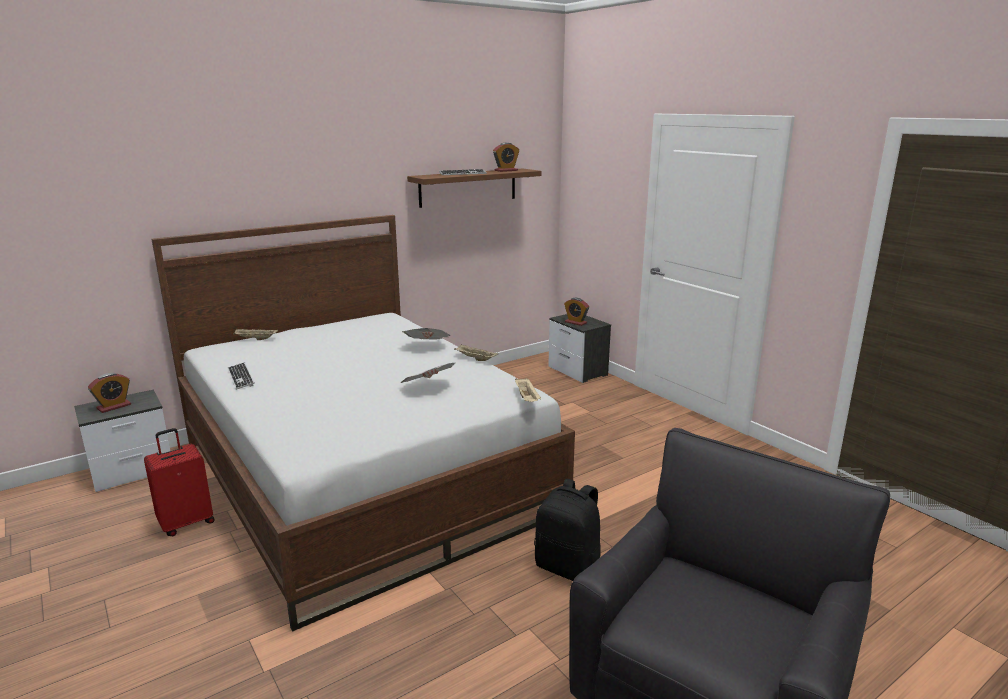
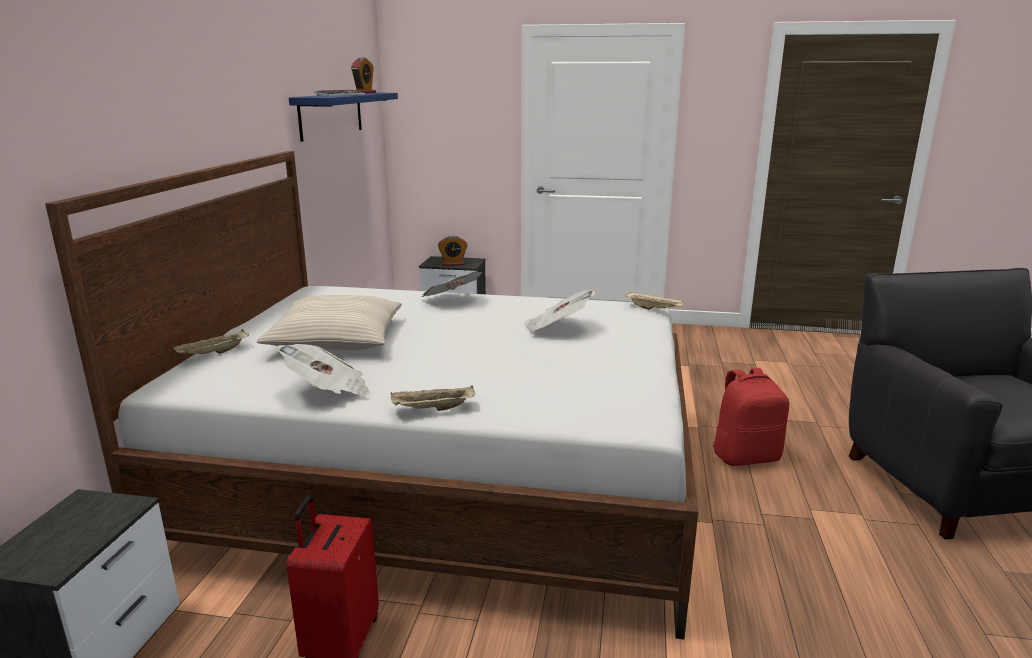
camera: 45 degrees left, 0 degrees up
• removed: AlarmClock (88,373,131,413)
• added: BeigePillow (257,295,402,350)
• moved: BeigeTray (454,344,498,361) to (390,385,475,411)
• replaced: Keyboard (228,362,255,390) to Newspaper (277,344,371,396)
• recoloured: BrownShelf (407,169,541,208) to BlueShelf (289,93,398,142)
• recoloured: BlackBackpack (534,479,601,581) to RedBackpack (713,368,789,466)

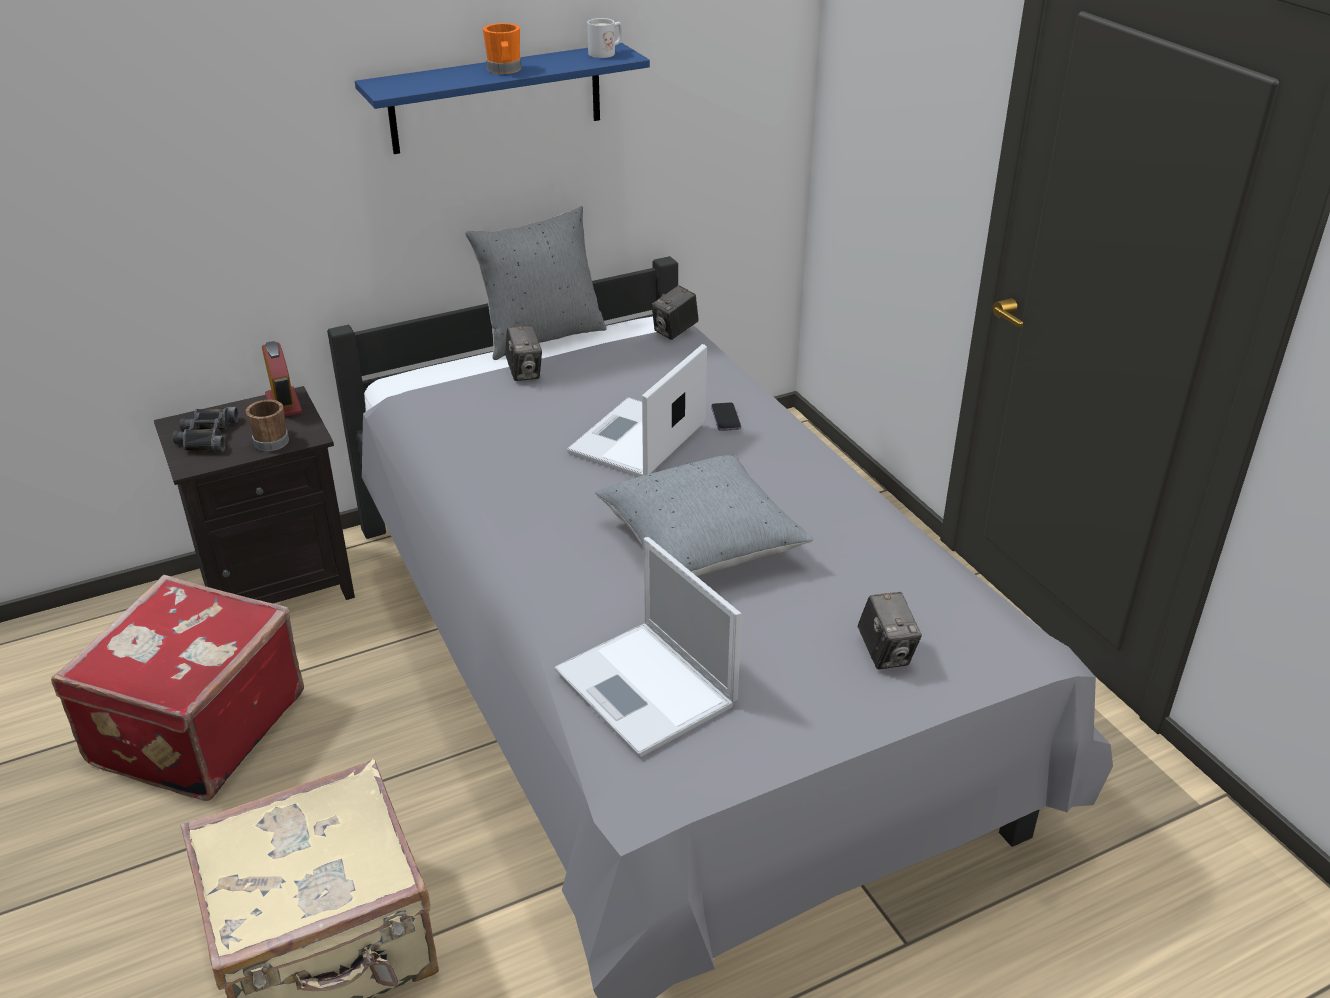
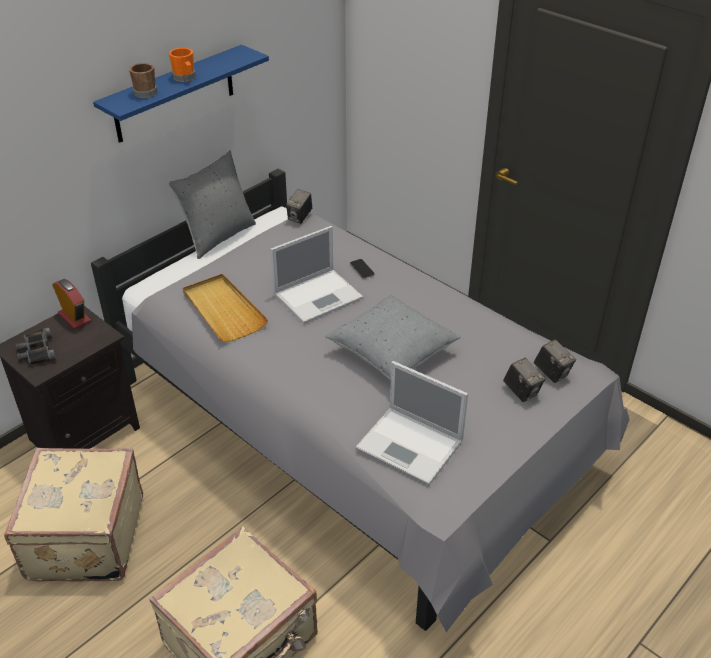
camera: 20 degrees left, 5 degrees up
• removed: WhiteMug (587,18,622,58)
• added: BeigeTray (183,274,268,342)
• moved: BrownMug (245,400,289,451) to (129,63,157,98)
• moved: PhotoCamera (505,325,542,381) to (534,340,576,383)
• recoloured: RedSuitcase (51,575,304,801) to BeigeSuitcase (4,448,143,582)
• turned: Laptop (567,344,707,477) = (270,226,363,324) 135 degrees counterclockwise

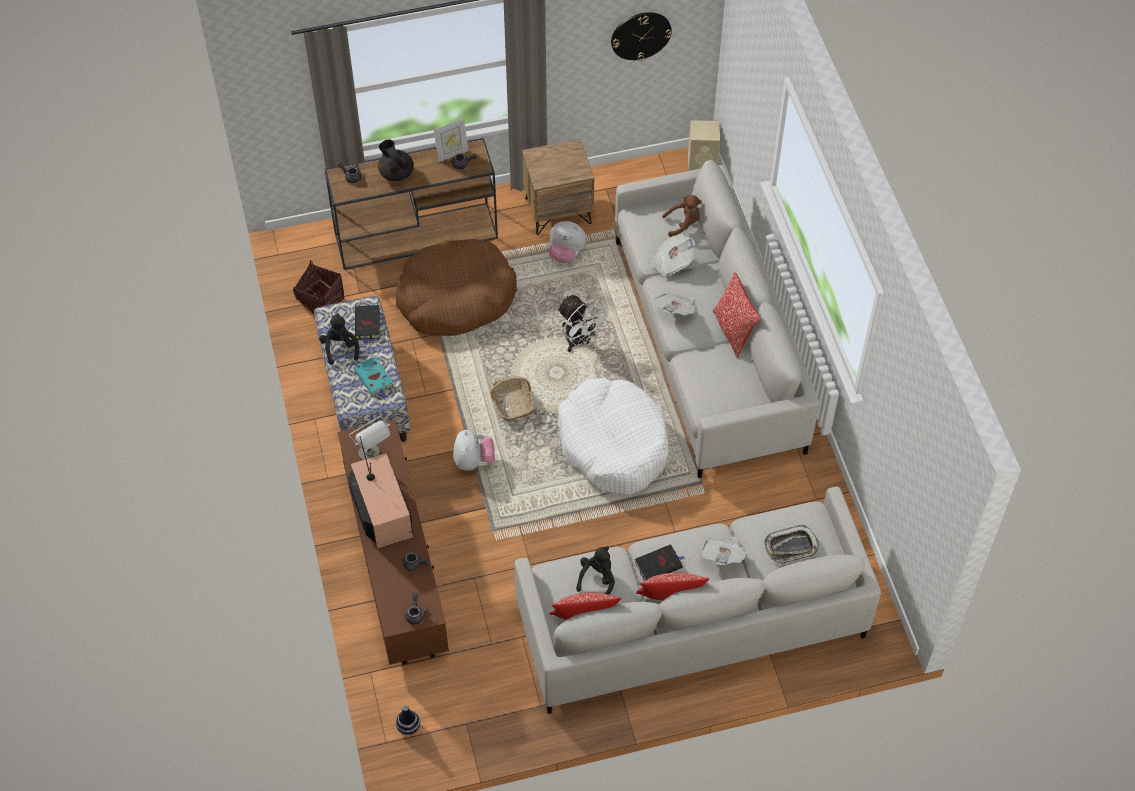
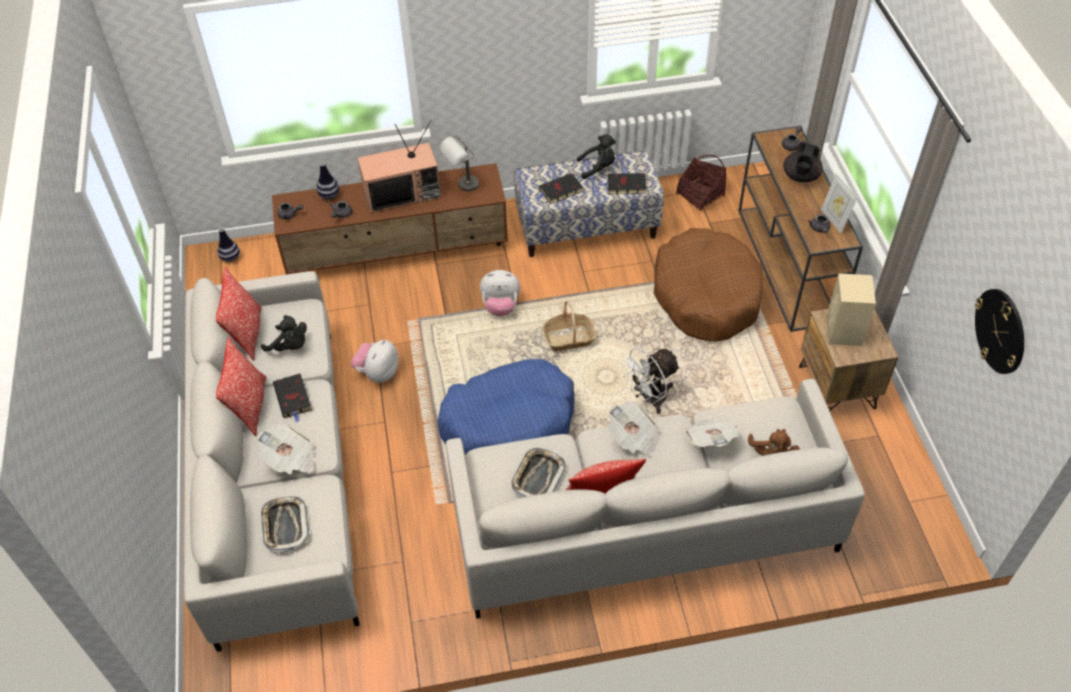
camera: 95 degrees right, 5 degrees down
• added: Vase (316,162,340,199)
• added: Tray (511,448,566,498)
• moved: PlushToy (549,221,587,263) to (351,340,399,382)
• moved: BeigeSpeaker (688,120,720,171) to (826,273,876,346)
• recoloured: TurquoiseBook (353,356,394,398) to BlackBook (536,173,583,204)
• recoloured: WhiteDogBed (558,378,669,495) to BlueDogBed (437,359,575,455)
• turned: BlackTeapot (378,139,414,181) = (783,142,823,182) 135 degrees clockwise

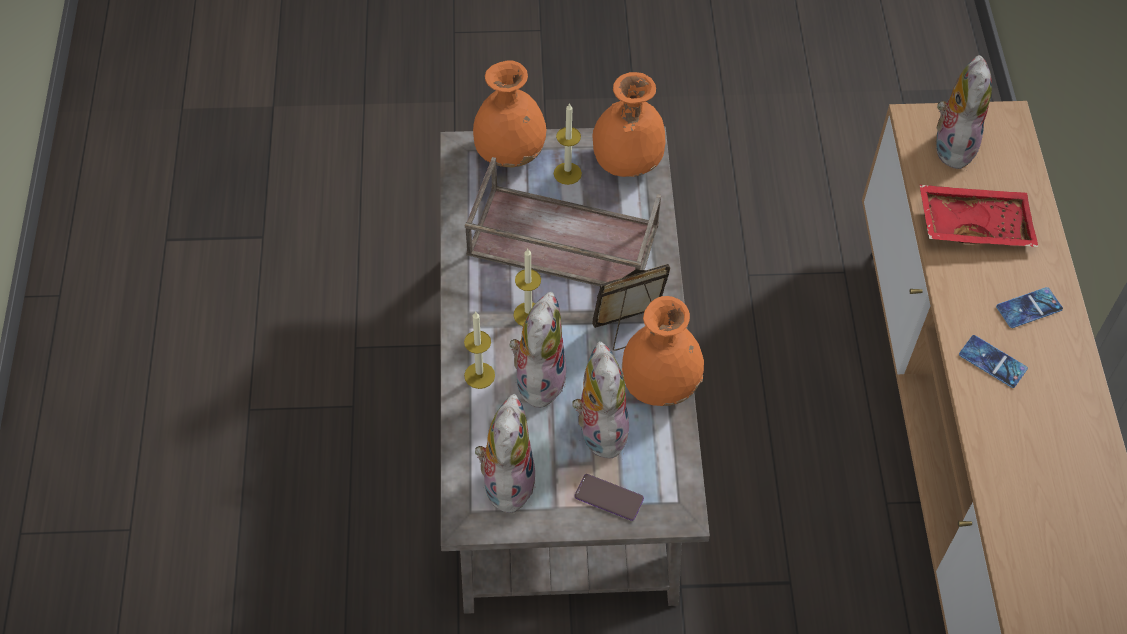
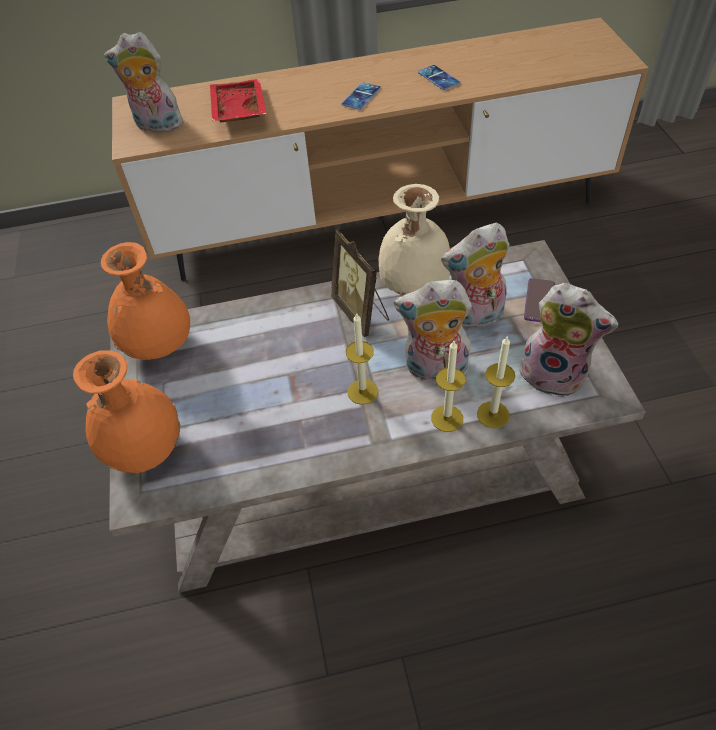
camera: 95 degrees left, 5 degrees down
• removed: BrownTray (465,157,661,286)
• moved: Candle (554,103,582,185) to (477,337,515,428)
• moved: Phone (996,287,1063,328) to (418,65,460,90)
• recoloured: OrangeVase (622,296,704,406) to BeigeVase (379,184,450,295)
• turned: PlushToy (475,394,535,515) = (519,283,618,398) 150 degrees counterclockwise

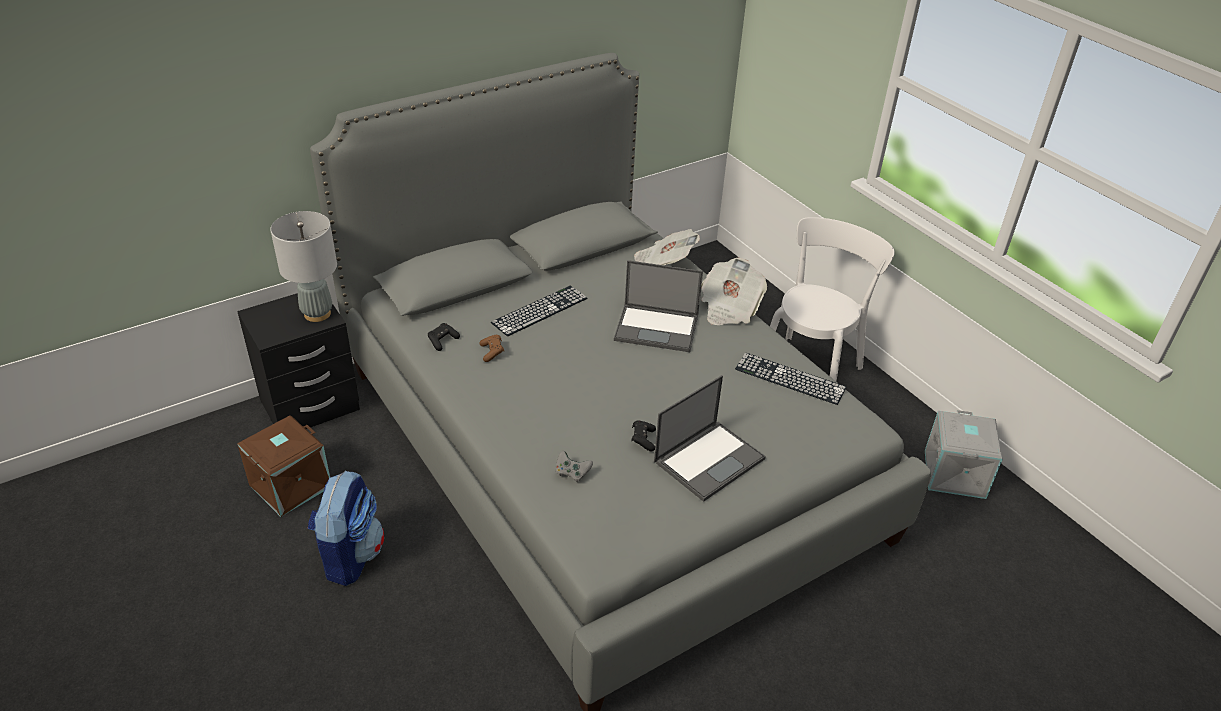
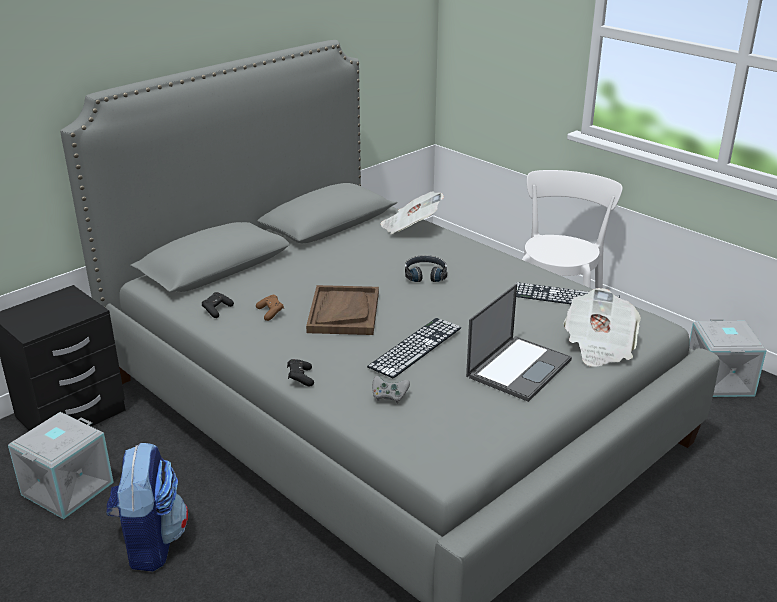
camera: 10 degrees left, 10 degrees down
• removed: GreyTableLamp (270,211,337,322)
• added: BrownTray (306,285,379,335)
• moved: Keyboard (491,286,587,337) to (367,318,461,379)
• moved: BlackGameController (631,421,656,451) to (287,359,314,387)
• moved: Newspaper (701,258,767,325) to (564,288,641,367)
• replaced: Laptop (614,260,703,352) to BlackHeadphones (405,255,447,282)
• recoloured: BrownStorageBox (237,415,330,517) to GreyStorageBox (8,412,114,519)

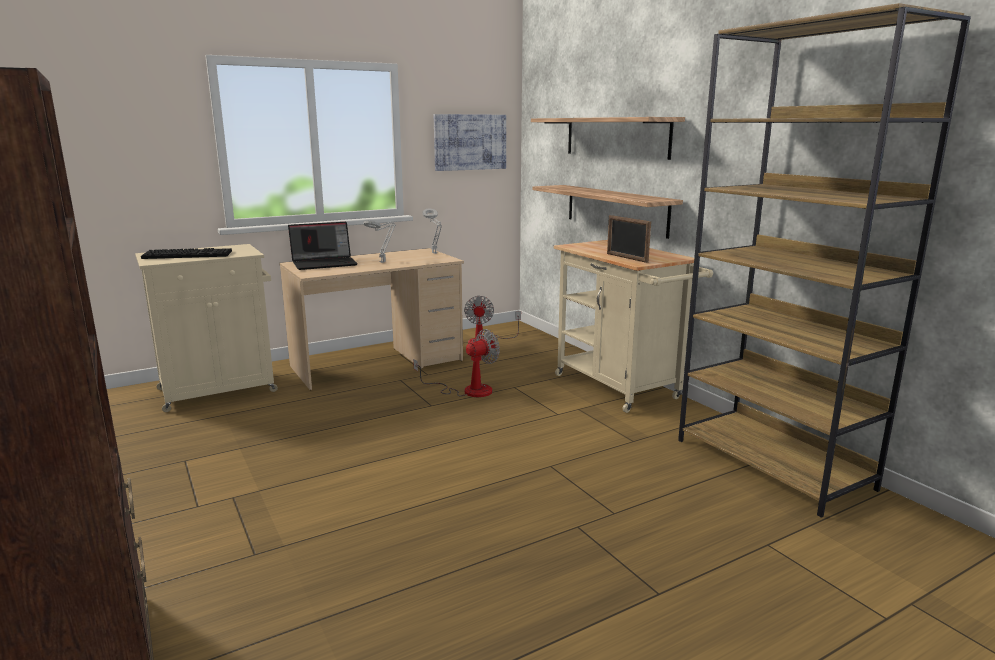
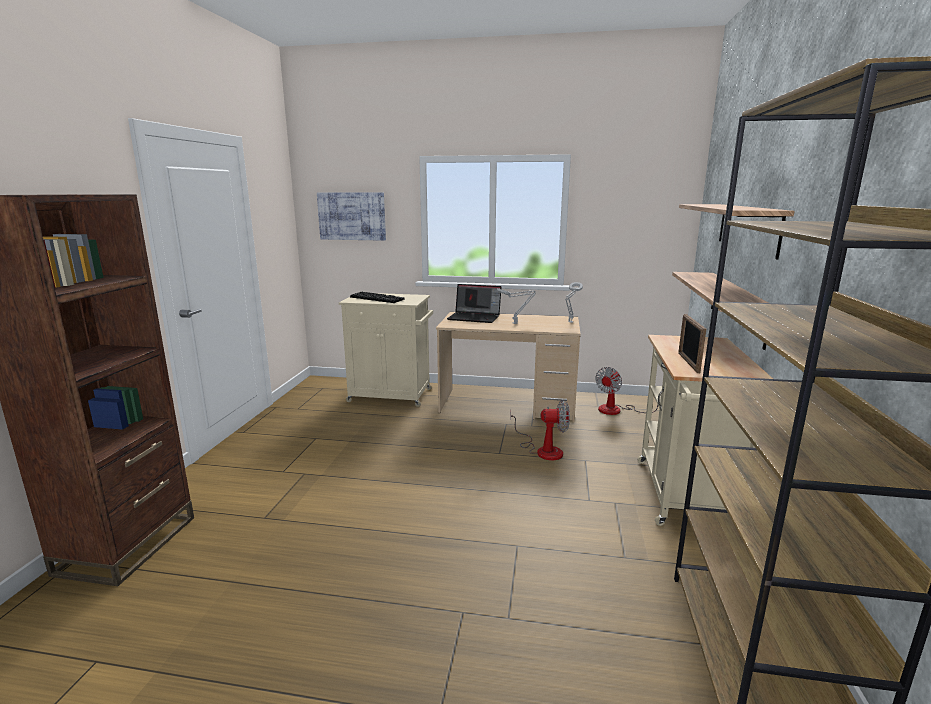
camera: 40 degrees right, 0 degrees up
• moved: Picture (434,114,506,171) to (317,192,386,241)

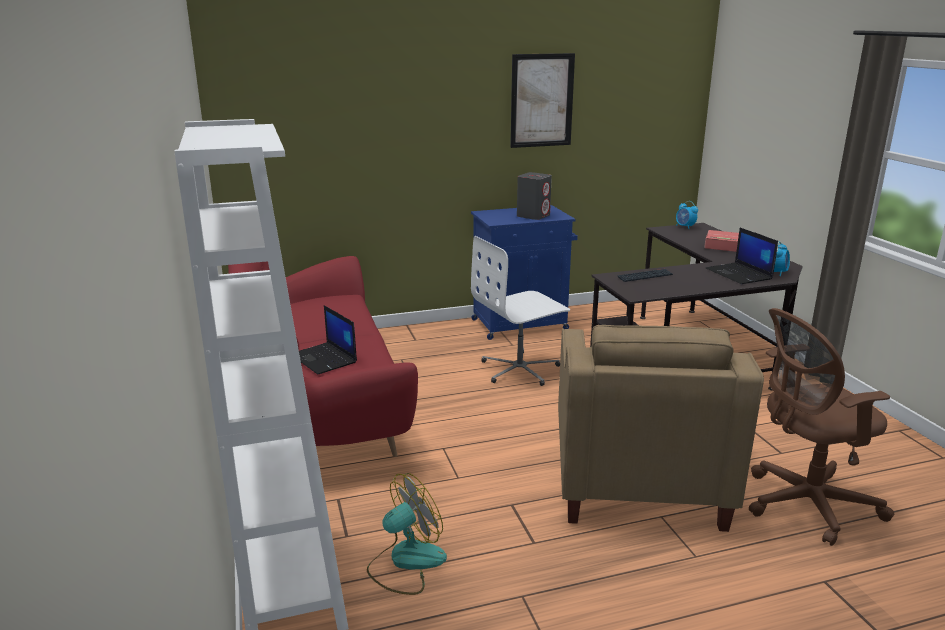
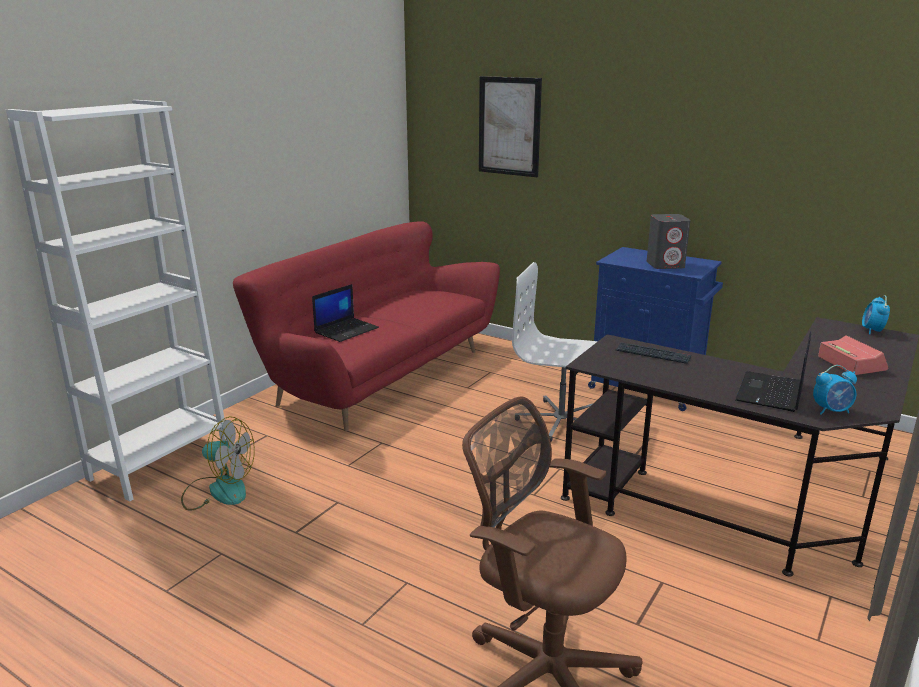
camera: 50 degrees right, 0 degrees up
• removed: BeigeArmchair (558,325,764,532)
• moved: Picture (510,53,575,148) to (479,76,542,177)
• turned: Laptop (299,305,357,375) = (312,284,379,342) 150 degrees counterclockwise

